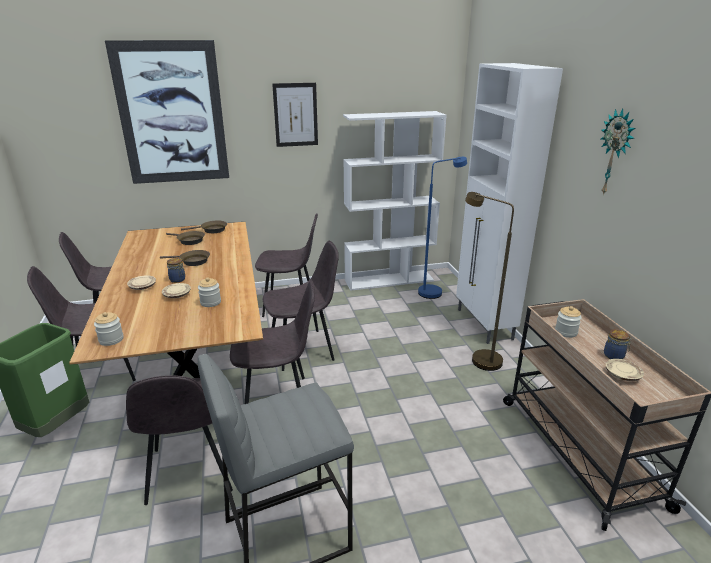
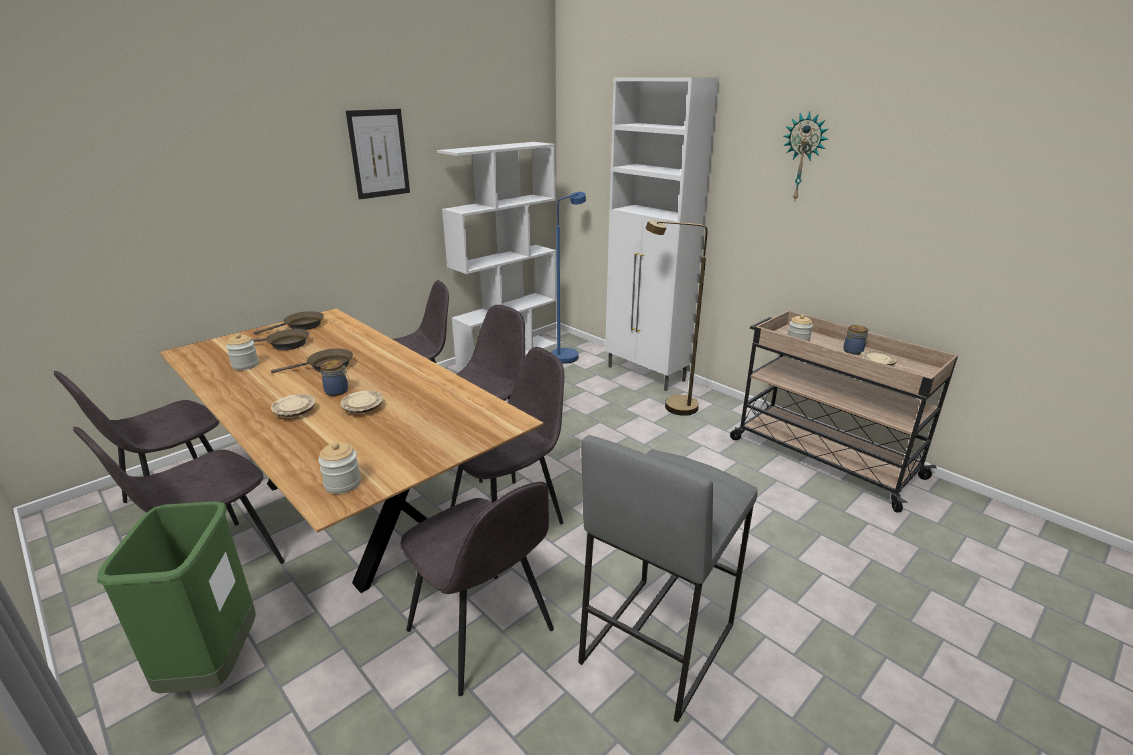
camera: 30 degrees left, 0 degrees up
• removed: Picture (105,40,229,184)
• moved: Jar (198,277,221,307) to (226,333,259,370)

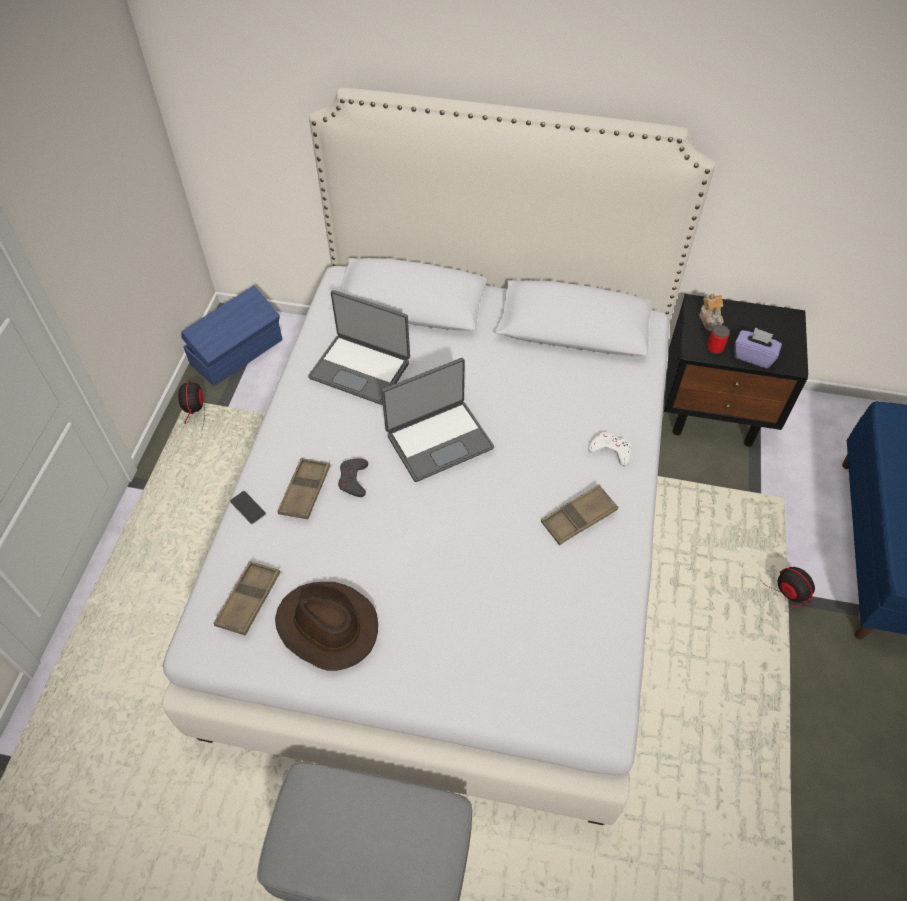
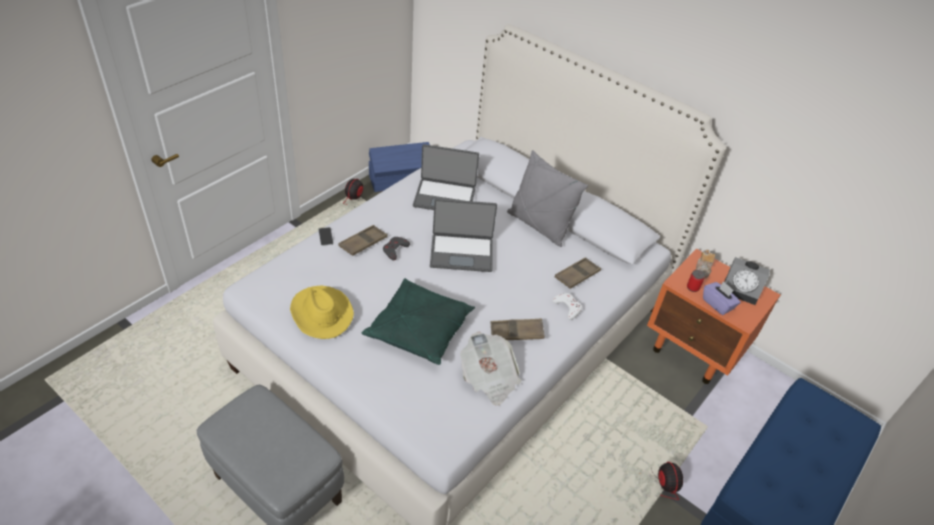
camera: 25 degrees right, 10 degrees down
• added: GreenPillow (362,278,475,365)
• added: Newspaper (460,332,521,406)
• added: GreyPillow (507,150,588,247)
• added: AlarmClock (724,257,770,305)
• moved: BrownTray (214,561,280,636) to (555,257,601,289)
• recoloured: BrownHat (275,582,378,671) to YellowHat (290,286,354,339)
• recoloured: BlackNightstand (664,294,808,447) to OrangeNightstand (647,249,780,384)
• turned: Laptop (308,290,410,405) = (413,144,479,210) 45 degrees counterclockwise

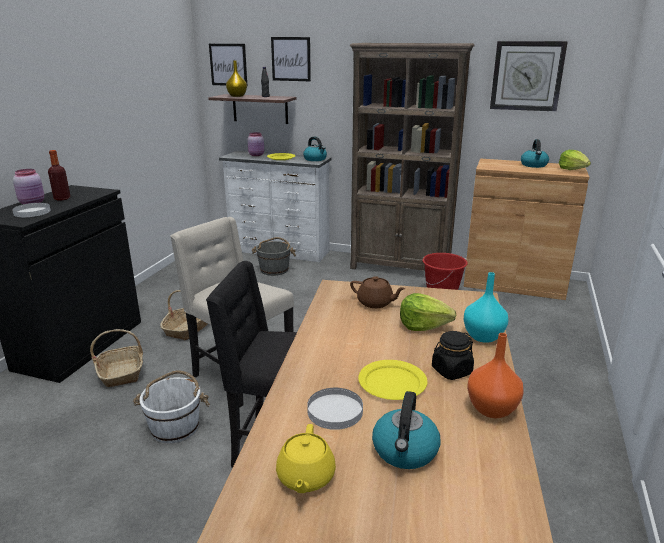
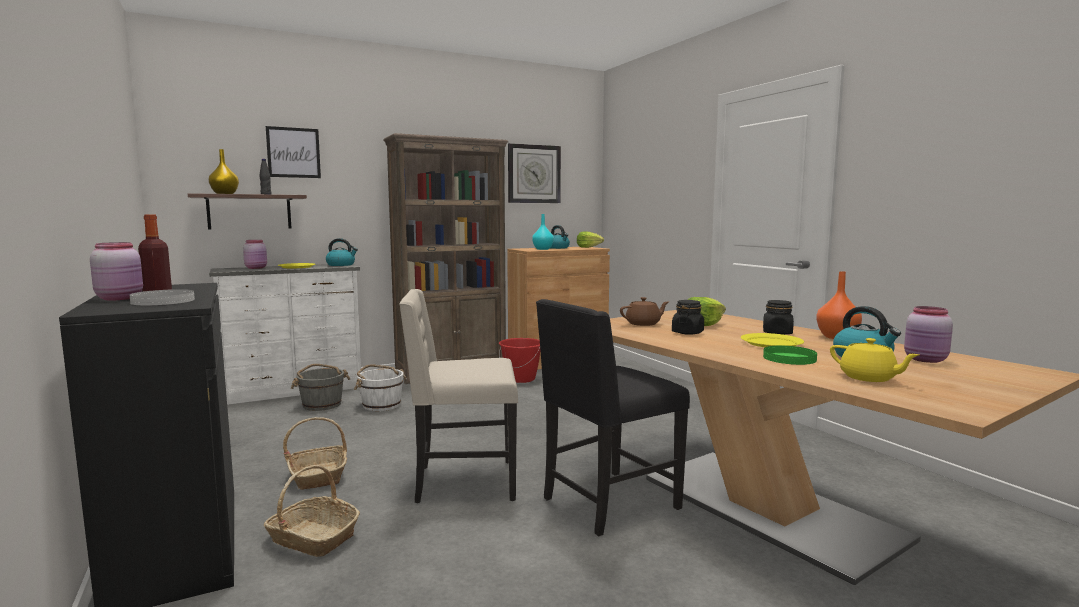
camera: 45 degrees left, 15 degrees down
• removed: Picture (209,44,247,86)
• added: BlackJar (672,300,704,335)
• added: PinkJar (904,306,953,363)
• moved: WhiteBucket (133,370,210,443) to (354,364,407,411)
• moved: TurquoiseVase (464,272,508,343) to (532,214,554,250)
• recoloured: WhitePlate (307,388,363,430) to GreenPlate (763,346,817,365)

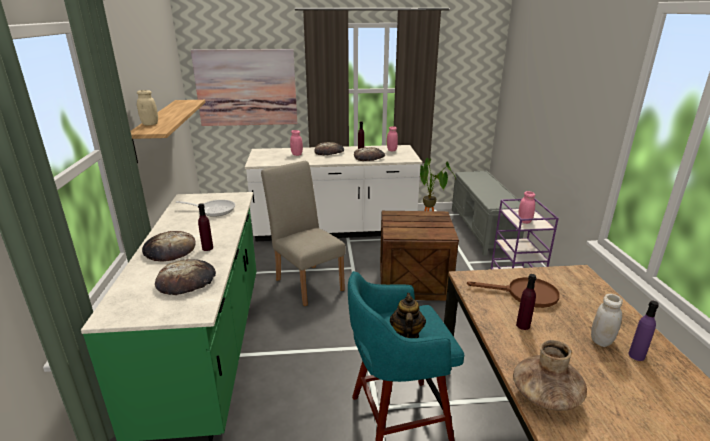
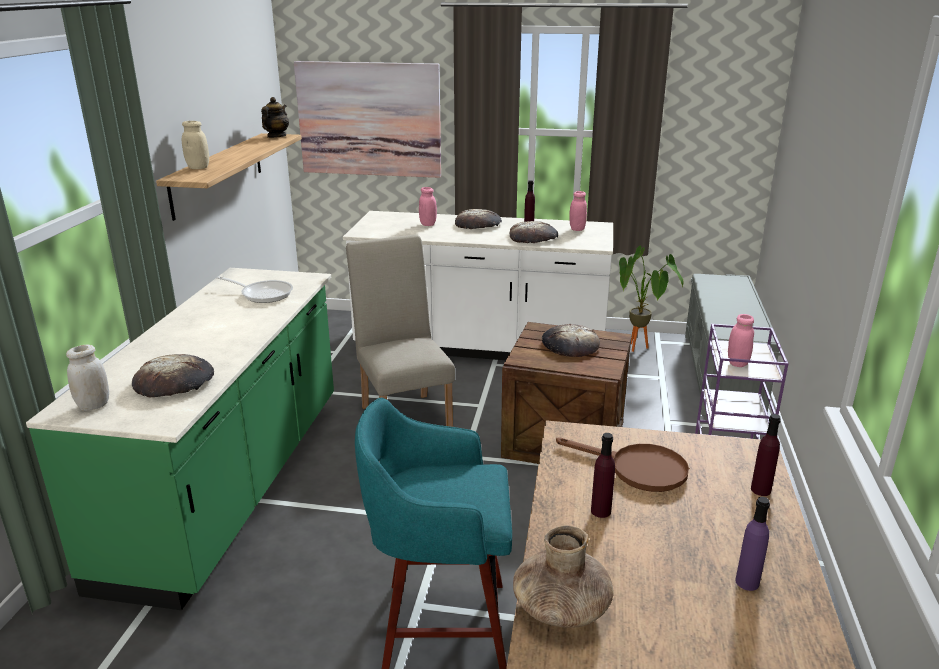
camera: 15 degrees right, 0 degrees up
• moved: Bread (142,231,196,261) to (542,324,600,357)
• moved: PurpleBottle (198,203,213,251) to (751,414,781,496)
• moved: Teapot (390,293,426,338) to (261,97,289,138)
• moved: WhiteJar (591,294,623,347) to (66,345,109,411)

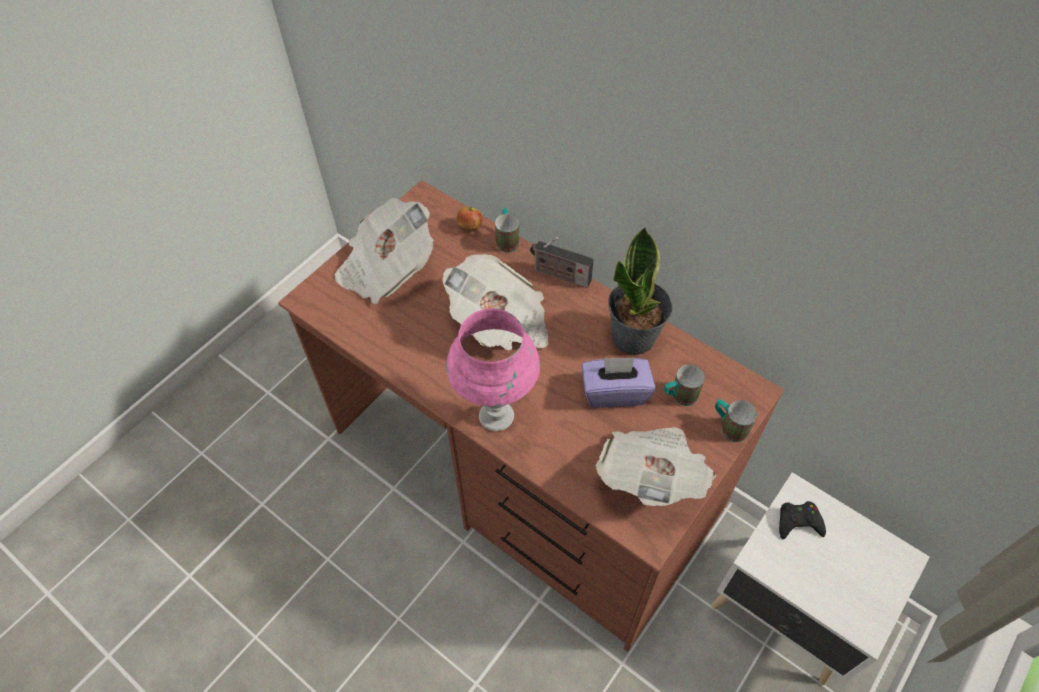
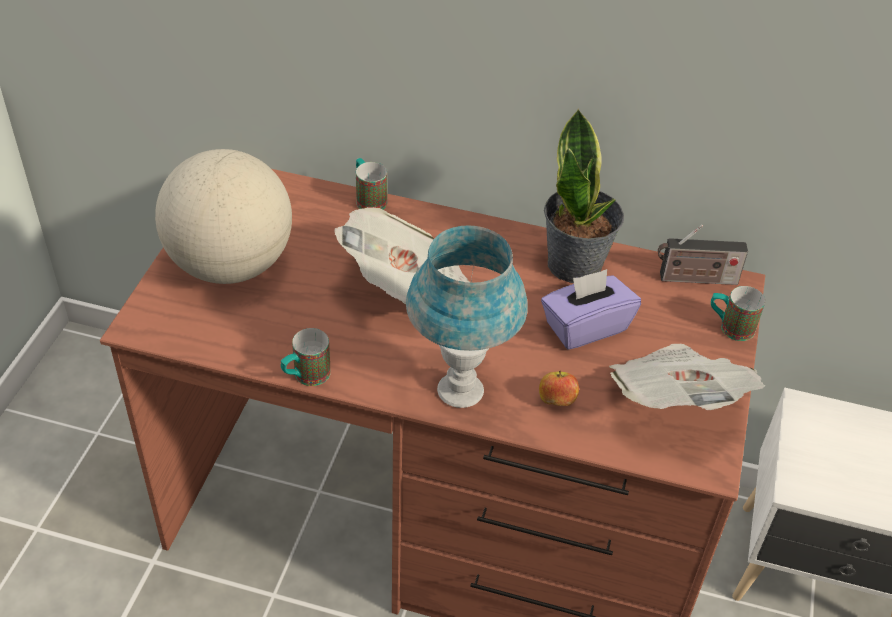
camera: 25 degrees left, 10 degrees down
• removed: BlackGameController (779,501,826,539)
• moved: Apple (457,207,482,230) to (539,371,579,406)
• moved: Radio (530,237,594,288) to (658,225,748,285)
• moved: Mug (664,364,705,406) to (281,328,331,386)
• replaced: Newspaper (334,198,433,304) to Globe (155,149,292,284)
• recoloured: PinkTableLamp (446,308,540,431) to BlueTableLamp (406,225,528,408)

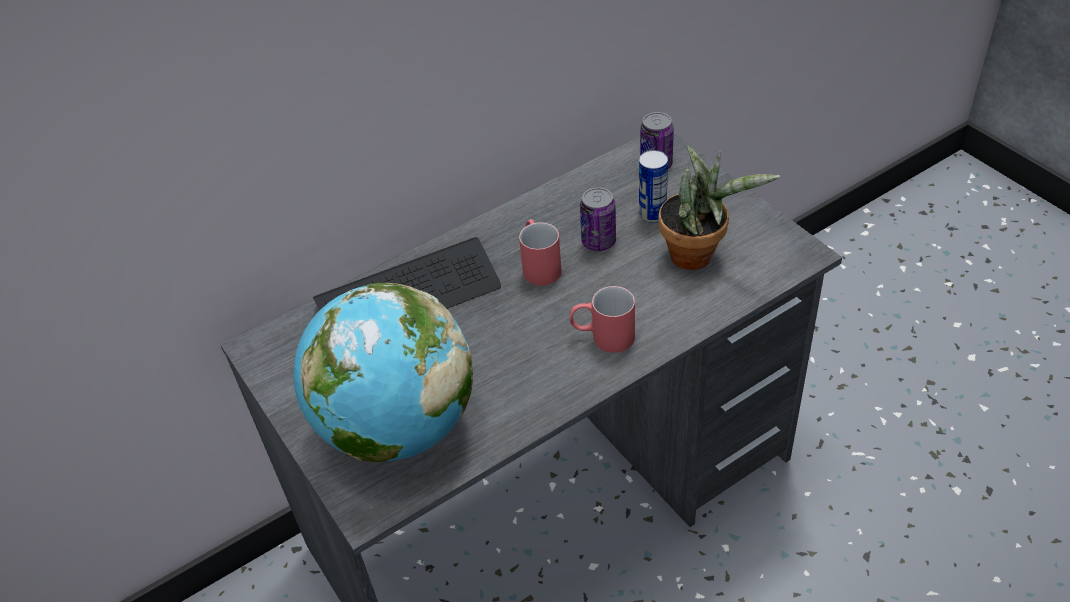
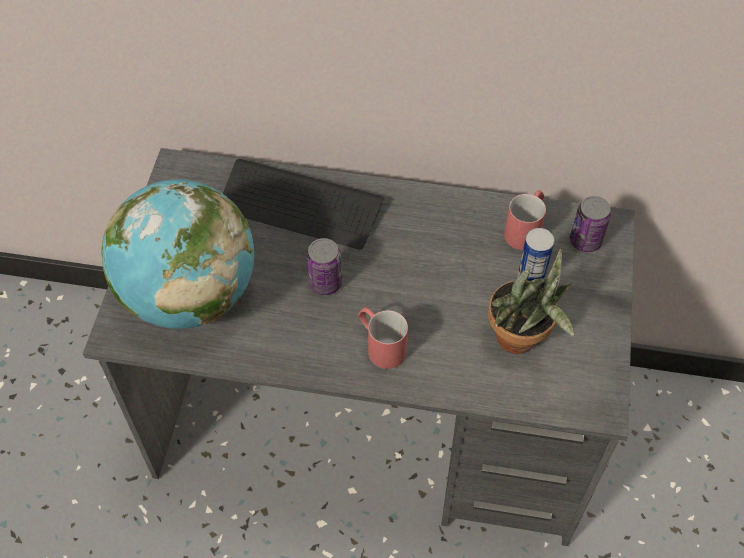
camera: 40 degrees right, 10 degrees up
• moved: RedMug (519,219,562,286) to (504,190,546,250)
• moved: Can (580,187,616,251) to (306,238,342,295)

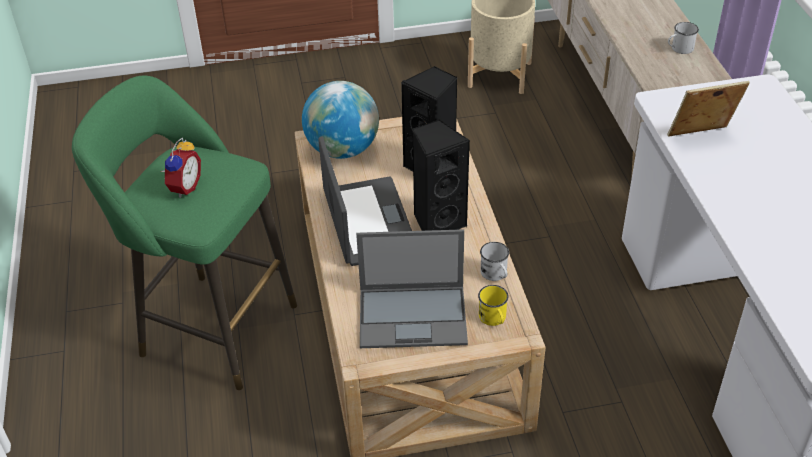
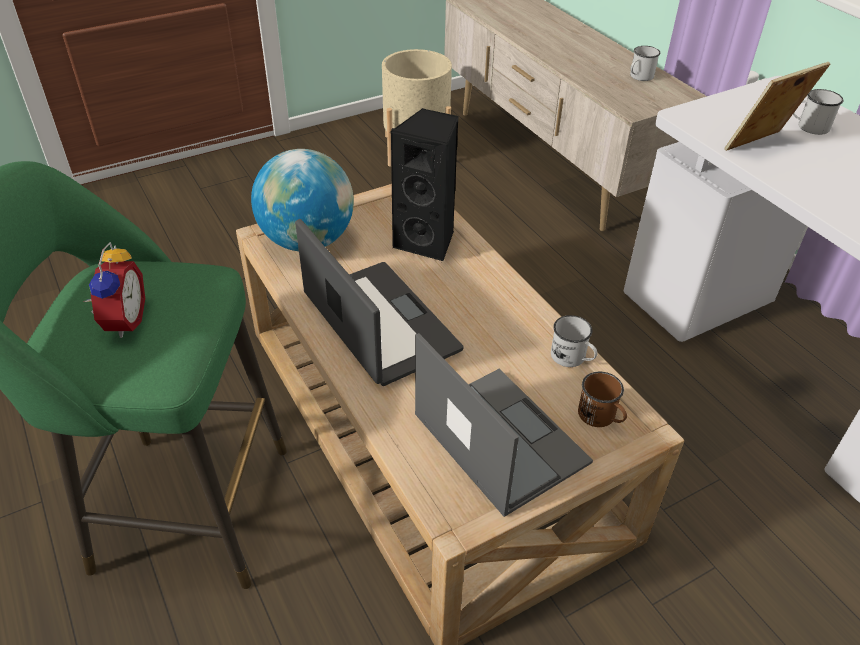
camera: 20 degrees left, 0 degrees up
• removed: BlackSpeaker (412,119,470,231)
• added: WhiteMug (793,89,844,135)
• recoloured: YellowMug (478,285,509,326) to BrownMug (578,372,627,427)
• turned: Laptop (356,229,468,348) = (415,333,593,517) 105 degrees counterclockwise

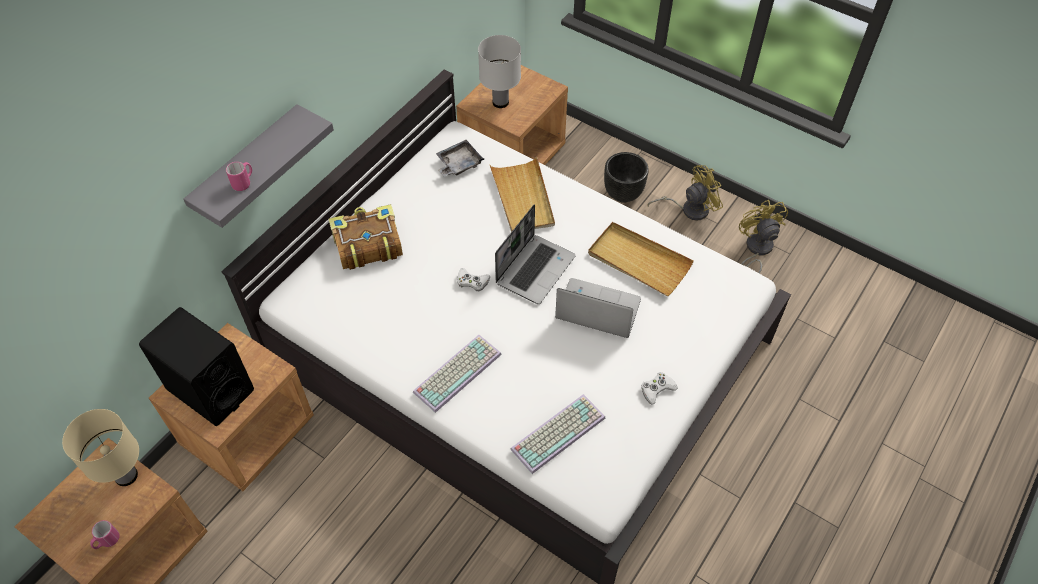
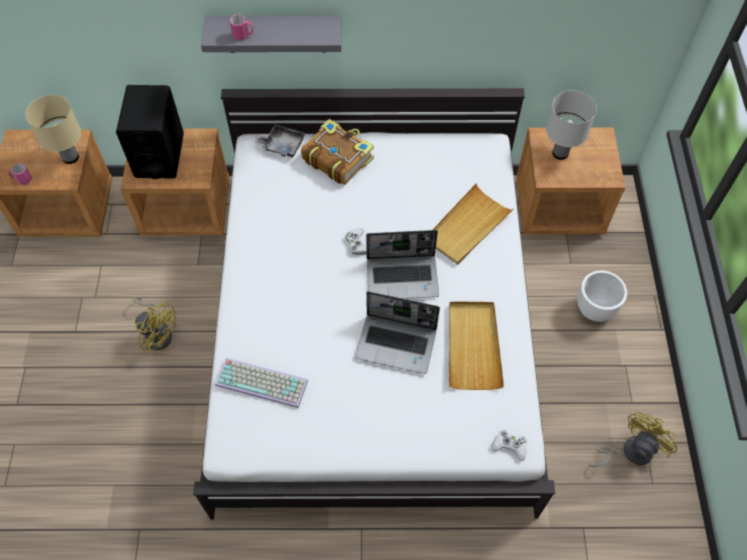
camera: 55 degrees right, 5 degrees up
• removed: Keyboard (413,335,502,413)
• moved: GreyTray (436,140,484,177) to (254,124,306,158)
• moved: WhiteGameController (641,372,678,405) to (492,430,527,461)
• moved: YellowFan (647,165,723,221) to (133,297,177,353)
• recoloured: BlackPlanter (604,152,649,203) to WhitePlanter (577,271,627,322)
• turned: Laptop (555,278,641,338) = (355,291,440,374) 120 degrees clockwise

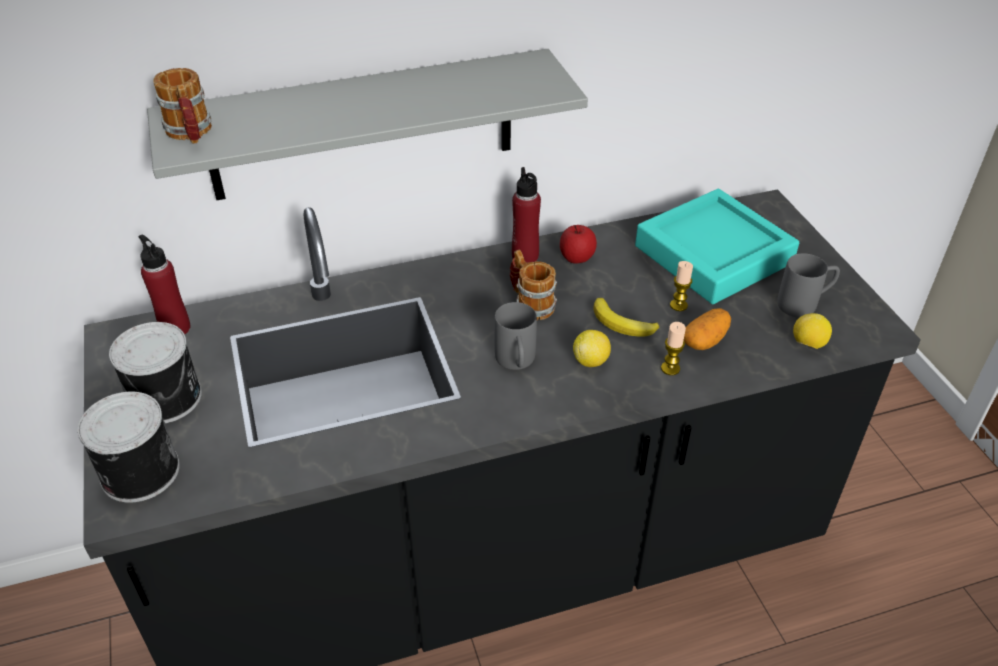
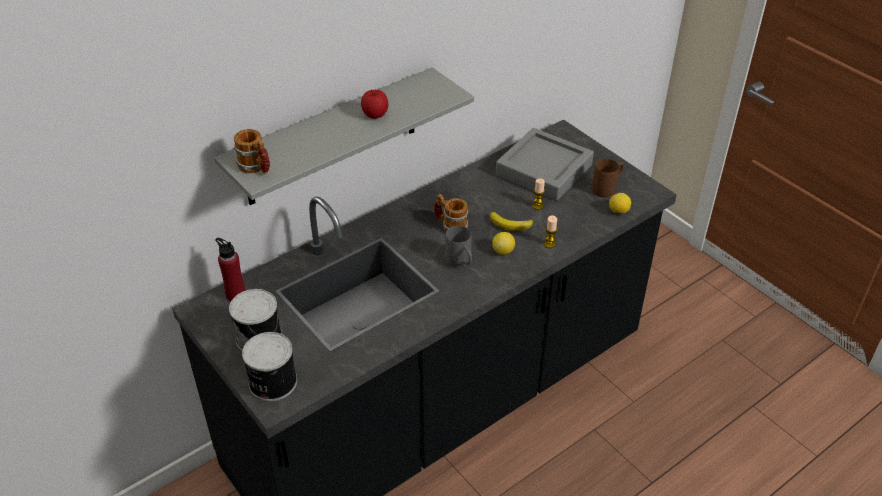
camera: 20 degrees left, 0 degrees up
• removed: RedBottle (512,167,541,263)
• removed: Potato (684,308,731,350)
• moved: Apple (560,225,597,264) to (361,90,388,119)
• recoloured: TurquoiseTray (635,189,799,304) to GreyTray (496,128,594,201)
• recoloured: GreyMug (777,253,840,317) to BrownMug (592,159,624,197)

